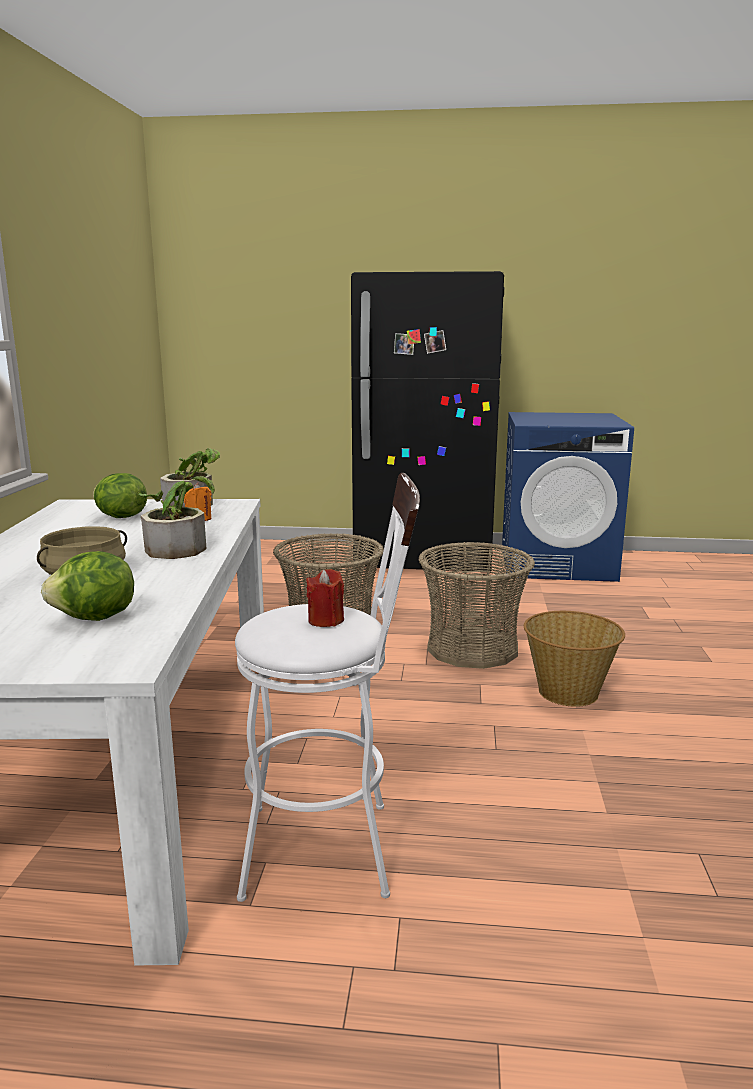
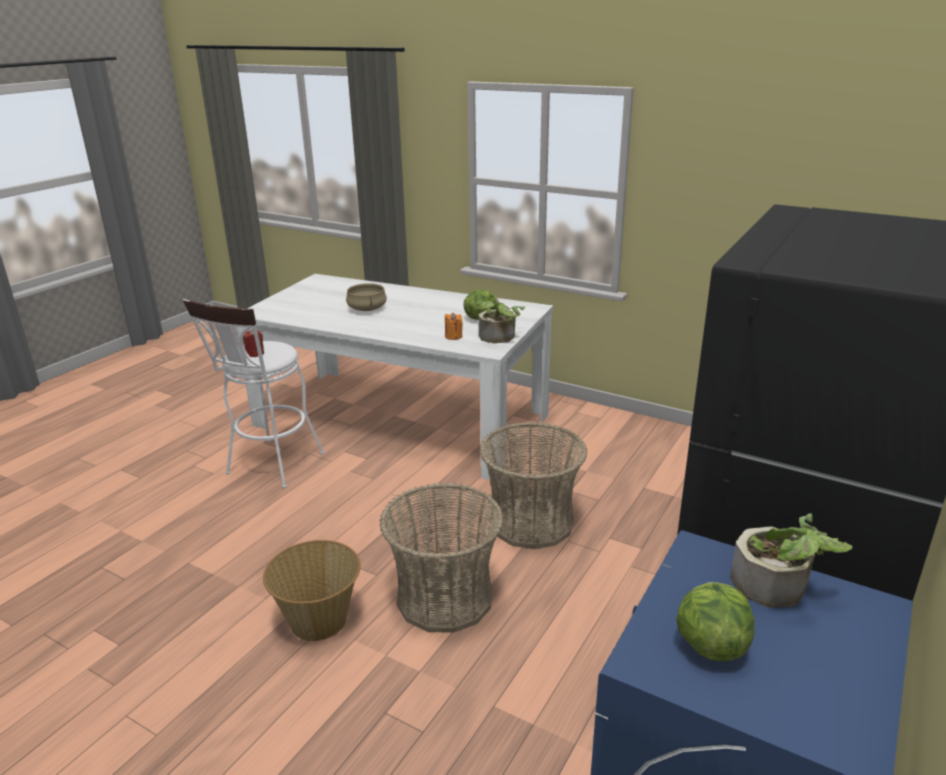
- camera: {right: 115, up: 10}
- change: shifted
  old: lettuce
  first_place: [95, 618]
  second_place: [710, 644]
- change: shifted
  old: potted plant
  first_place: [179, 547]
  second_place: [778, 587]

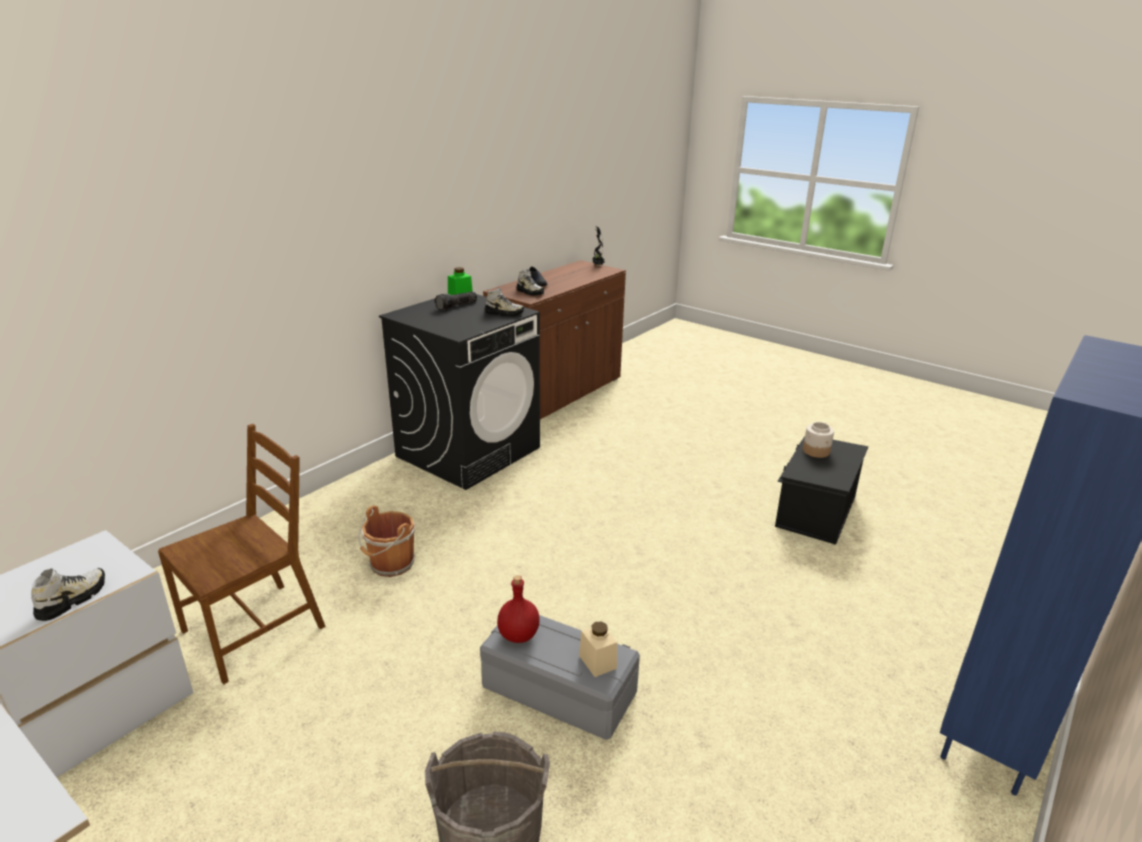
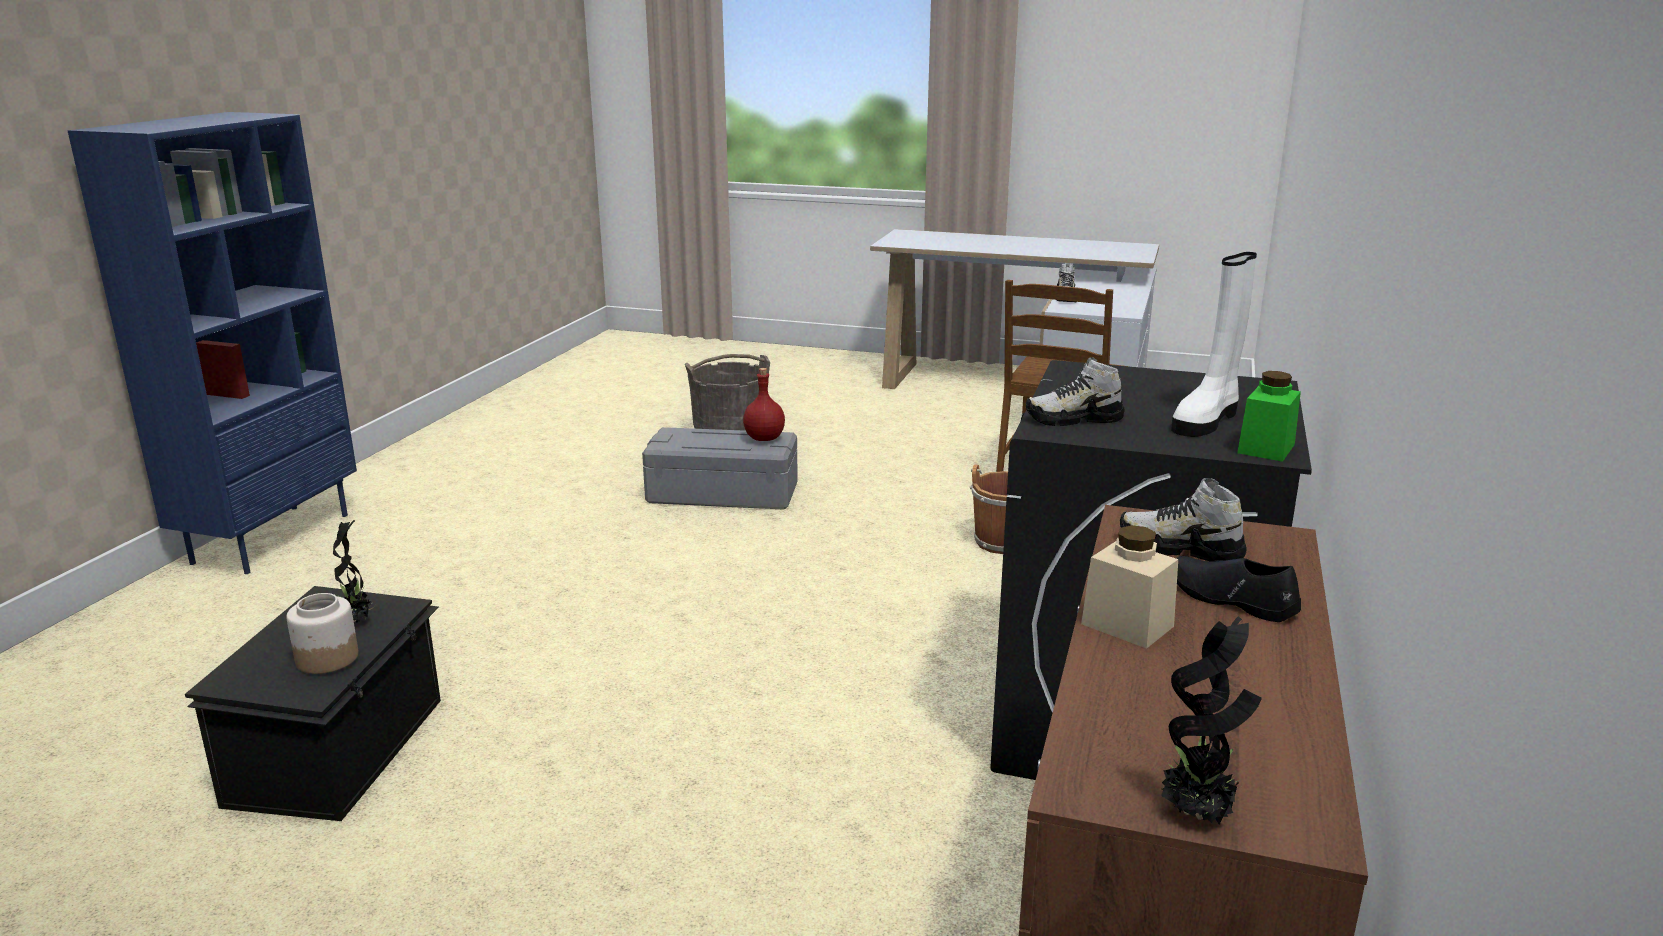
- camera: {right: 160, up: -5}
- change: swapped
  old: flashlight
  new: whitish high-top boot
  first_place: [457, 306]
  second_place: [1206, 420]
- change: shifted
  old: beige storage jar
  first_place: [597, 662]
  second_place: [1127, 625]
- change: new
  new: potted plant
  second_place: [356, 621]

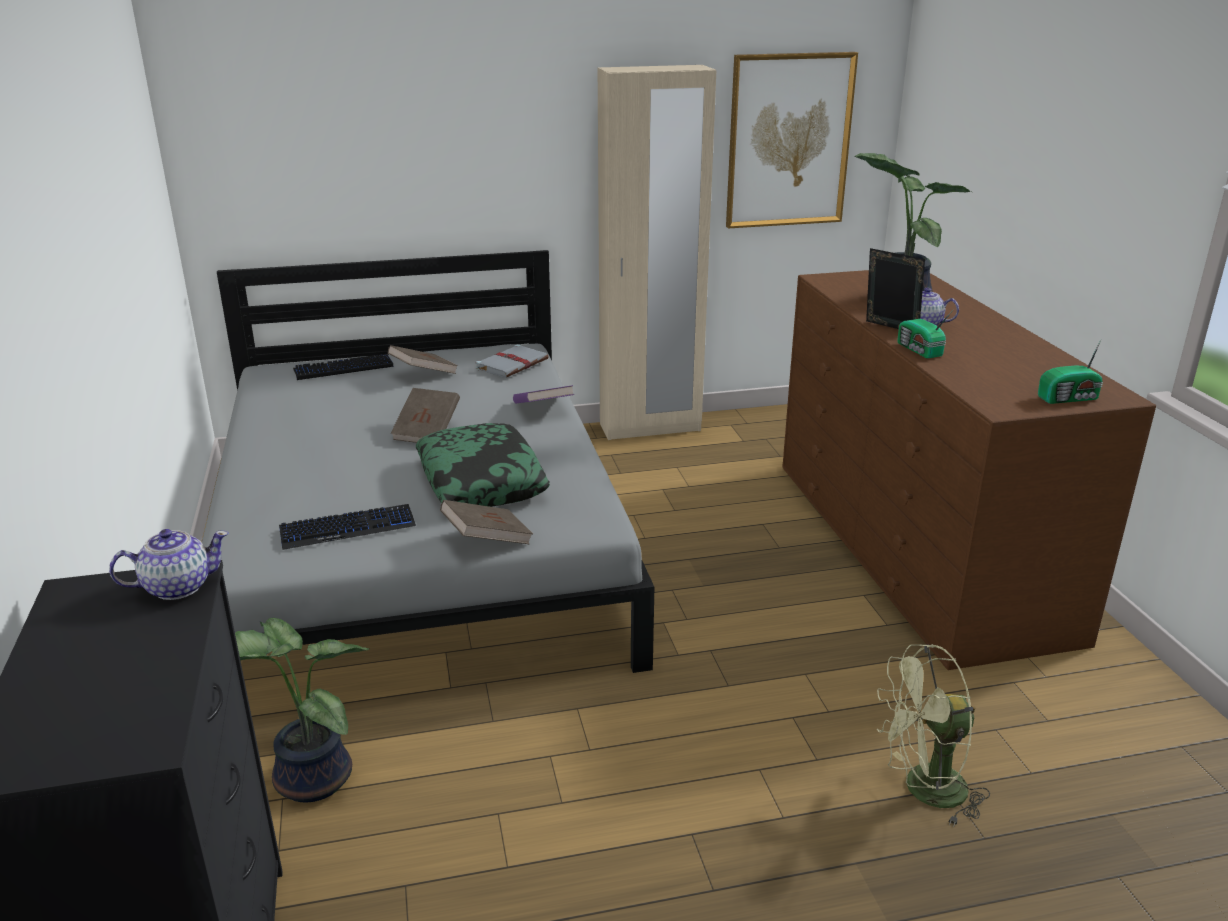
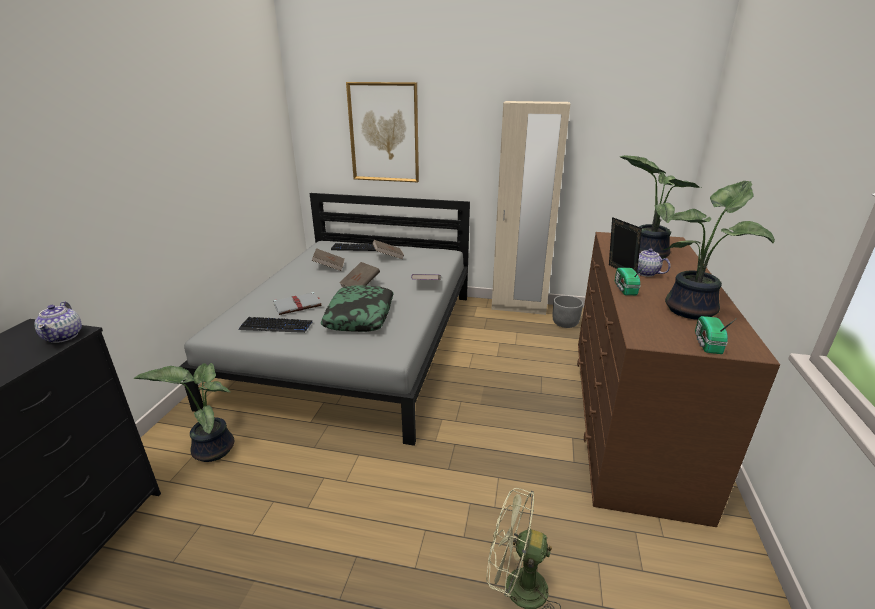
- camera: {right: 25, up: 0}
- change: rotated
  old: pot for tea
  first_place: [177, 587]
  second_place: [64, 336]
  degrees: 75
- change: shifted
  old: brown bound book
  first_place: [487, 539]
  second_place: [329, 267]
- change: shifted
  old: gray bound book
  first_place: [513, 364]
  second_place: [298, 305]
- change: shifted
  old: picture
  first_place: [788, 141]
  second_place: [384, 133]
- change: rotated
  old: radio set
  first_place: [1070, 398]
  second_place: [707, 343]
  degrees: 90
- change: new
  new: gray flower pot
  second_place: [565, 323]
- change: new
  new: potted plant
  second_place: [693, 310]

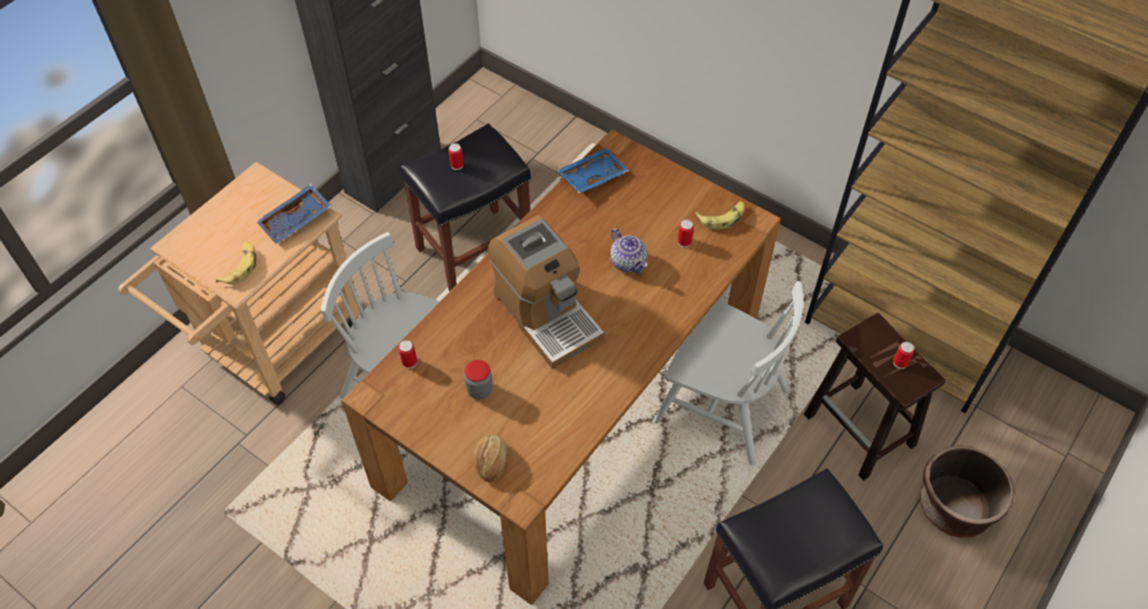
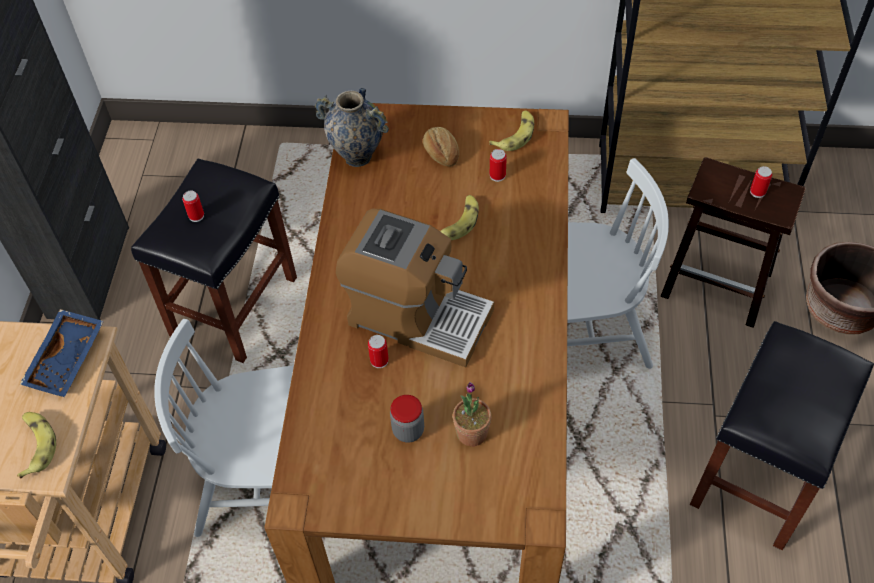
- camera: {right: -30, up: 0}
- change: shifted
  old: sealed can
  first_place: [409, 362]
  second_place: [379, 360]
- change: shifted
  old: bread
  first_place: [490, 462]
  second_place: [440, 153]
- change: swapped
  old: bluish serving tray
  new: vase
  first_place: [592, 176]
  second_place: [357, 156]
- change: swapped
  old: pot for tea
  new: banana fruit
  first_place: [628, 262]
  second_place: [458, 222]
- change: new
  new: potted plant
  second_place: [472, 432]

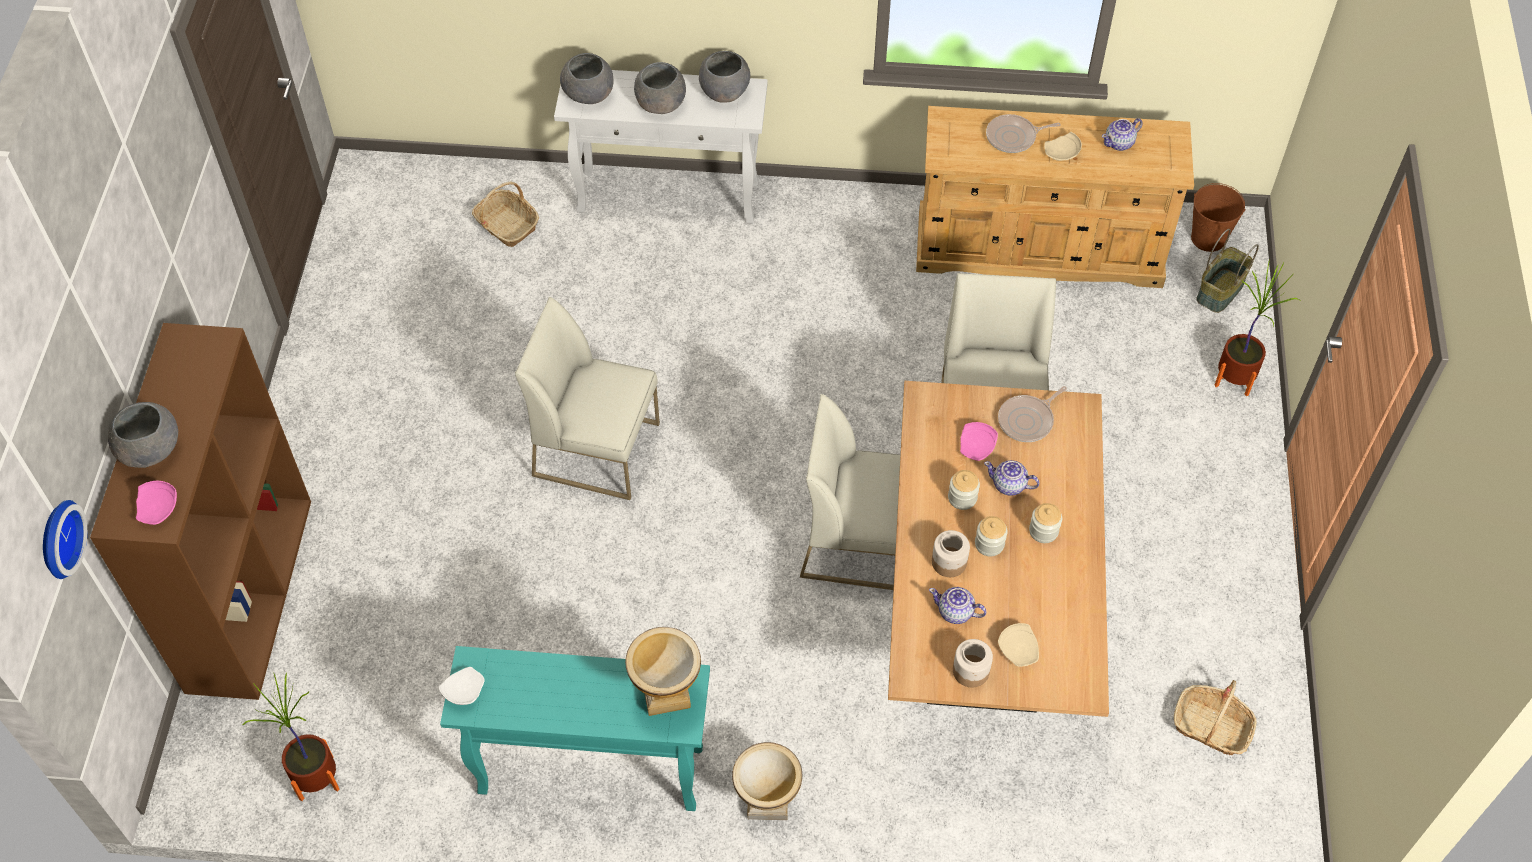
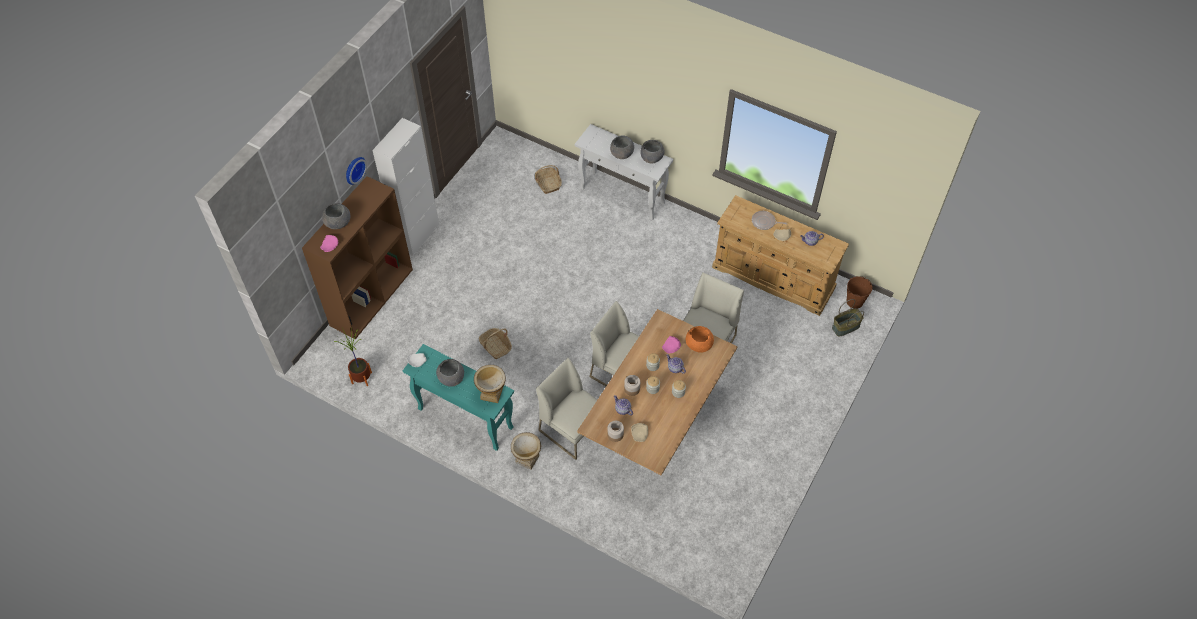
- camera: {right: 25, up: 0}
- change: shifted
  old: hanging clock
  first_place: [57, 538]
  second_place: [354, 169]
- change: shifted
  old: whitish chair
  first_place: [597, 449]
  second_place: [573, 429]
- change: shifted
  old: gray serving bowl
  first_place: [587, 93]
  second_place: [451, 378]
- change: swapped
  old: pan
  new: orange serving bowl
  first_place: [1028, 420]
  second_place: [699, 345]
- change: shifted
  old: basket
  first_place: [1211, 727]
  second_place: [496, 347]
- change: gone
  old: potted plant
  first_place: [1235, 378]
- change: new
  new: whitish storage cabinet
  second_place: [417, 236]

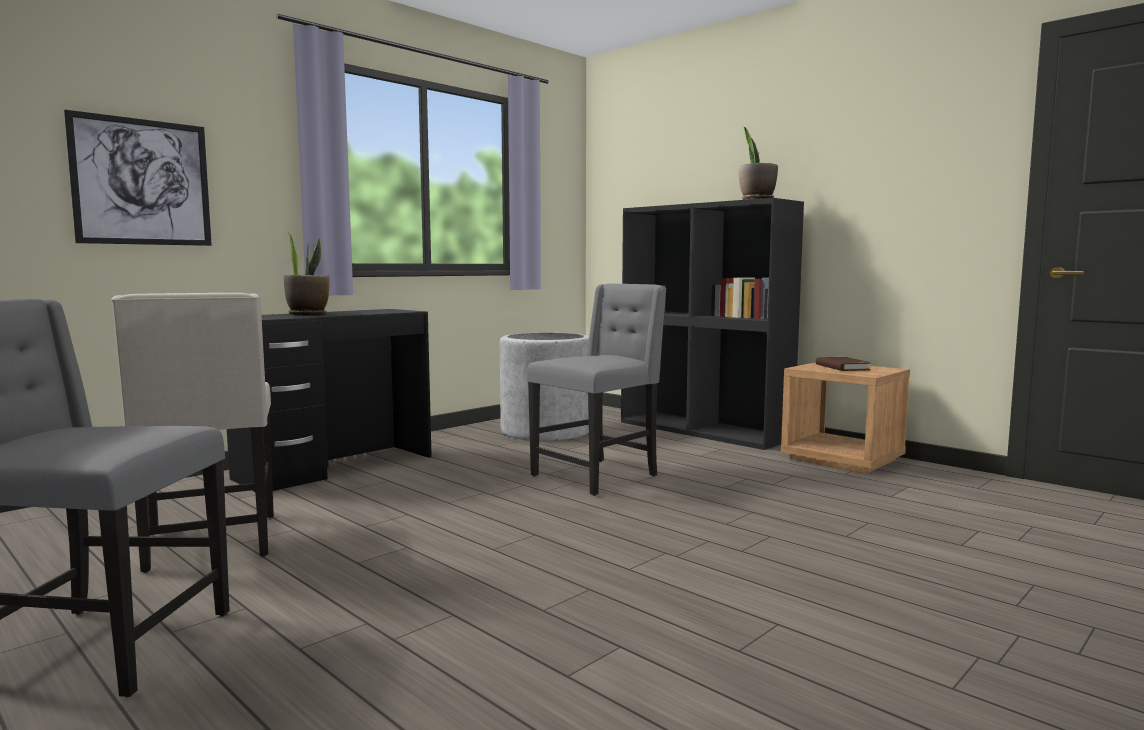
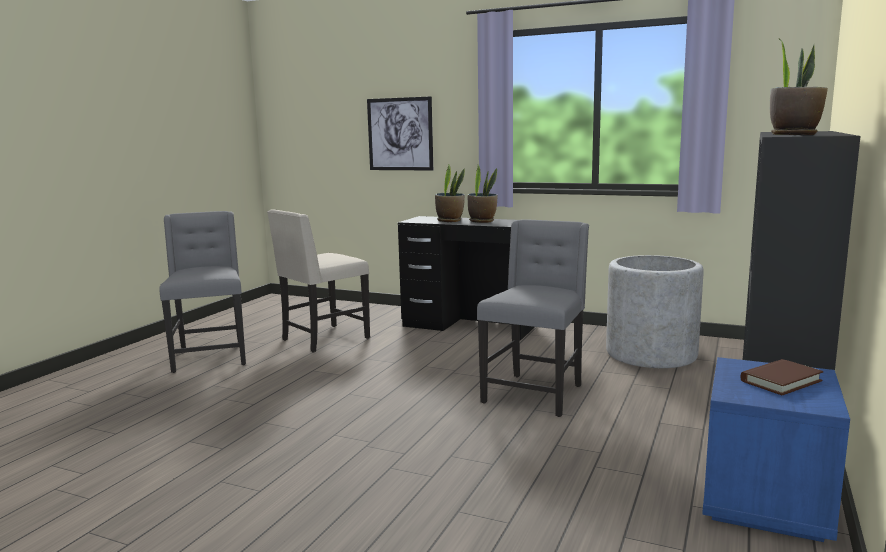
- camera: {right: 70, up: 5}
- change: rotated
  old: gray chair
  first_place: [597, 475]
  second_place: [534, 394]
  degrees: -90
- change: repainted
  old: brown nightstand
  new: bluish nightstand
  first_place: [843, 459]
  second_place: [765, 502]
- change: new
  new: potted plant
  second_place: [482, 221]

